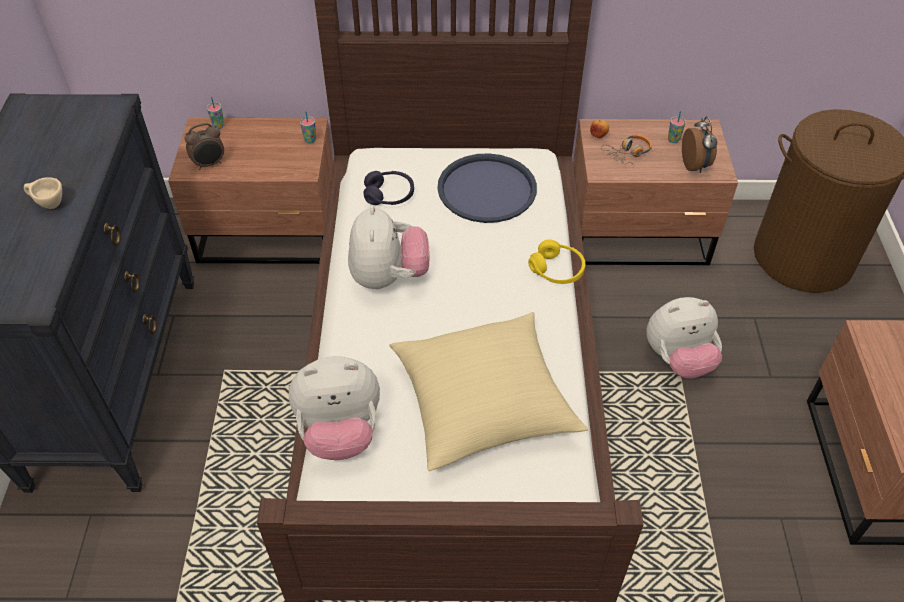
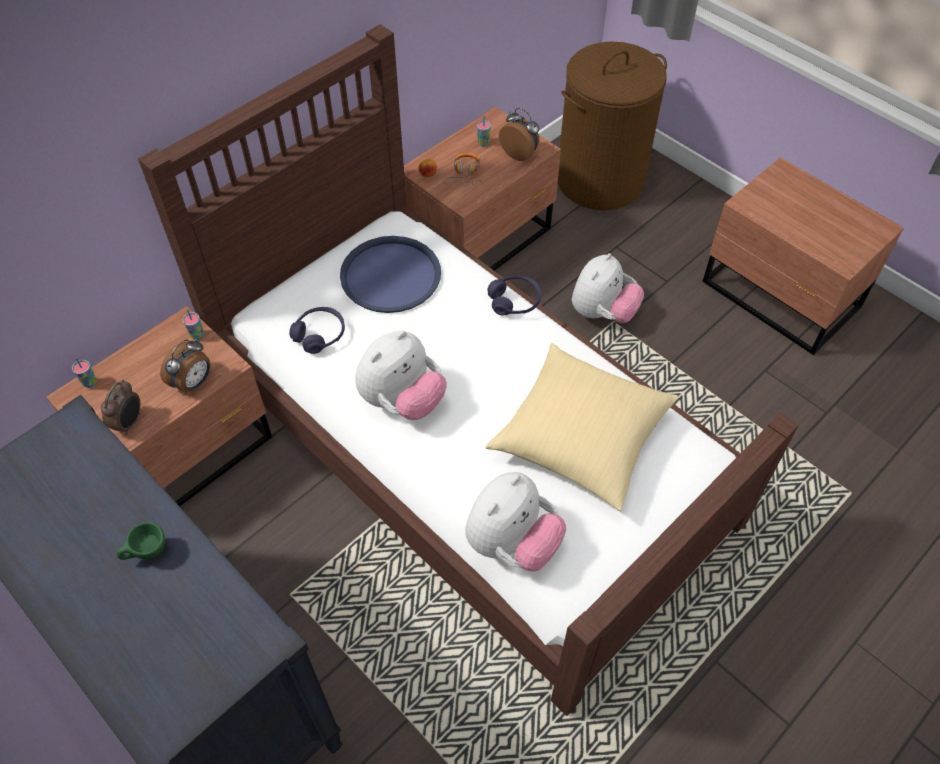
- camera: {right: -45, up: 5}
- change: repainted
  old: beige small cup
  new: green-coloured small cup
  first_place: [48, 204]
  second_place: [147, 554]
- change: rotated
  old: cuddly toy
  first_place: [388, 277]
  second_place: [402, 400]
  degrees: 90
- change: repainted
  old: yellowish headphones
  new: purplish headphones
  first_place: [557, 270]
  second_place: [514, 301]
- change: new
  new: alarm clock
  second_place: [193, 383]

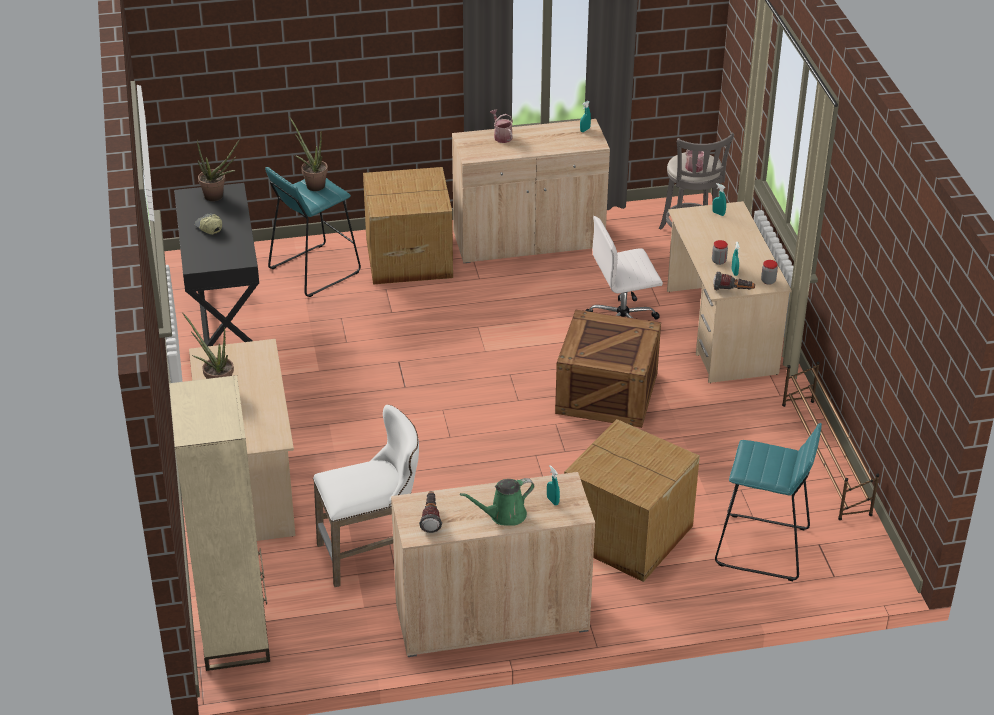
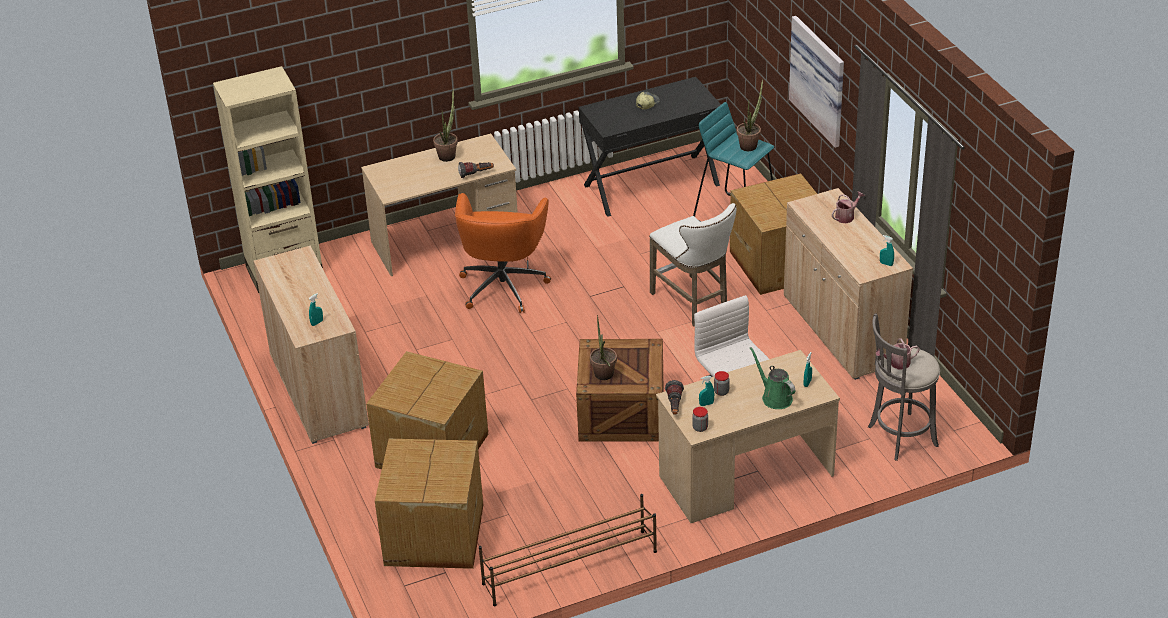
- camera: {right: 80, up: 0}
- change: shifted
  old: potted plant
  first_place: [218, 196]
  second_place: [604, 377]
- change: shifted
  old: whitish stool
  first_place: [373, 554]
  second_place: [693, 304]
- change: shifted
  old: flashlight
  first_place: [431, 517]
  second_place: [476, 174]
- change: shifted
  old: green-coloured sprinkling can
  first_place: [504, 515]
  second_place: [774, 397]
- change: swapped
  old: turquoise stool
  new: carton
  first_place: [763, 548]
  second_place: [432, 536]
- change: new
  new: orange desk chair
  second_place: [503, 285]
- change: new
  new: picture
  second_place: [820, 80]

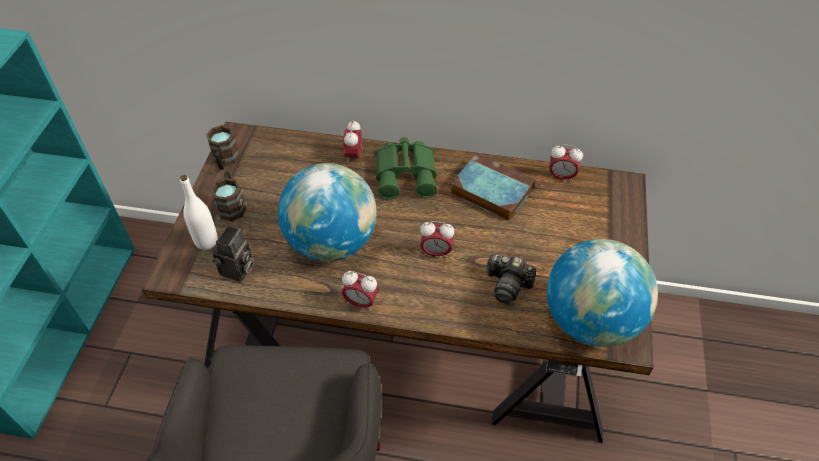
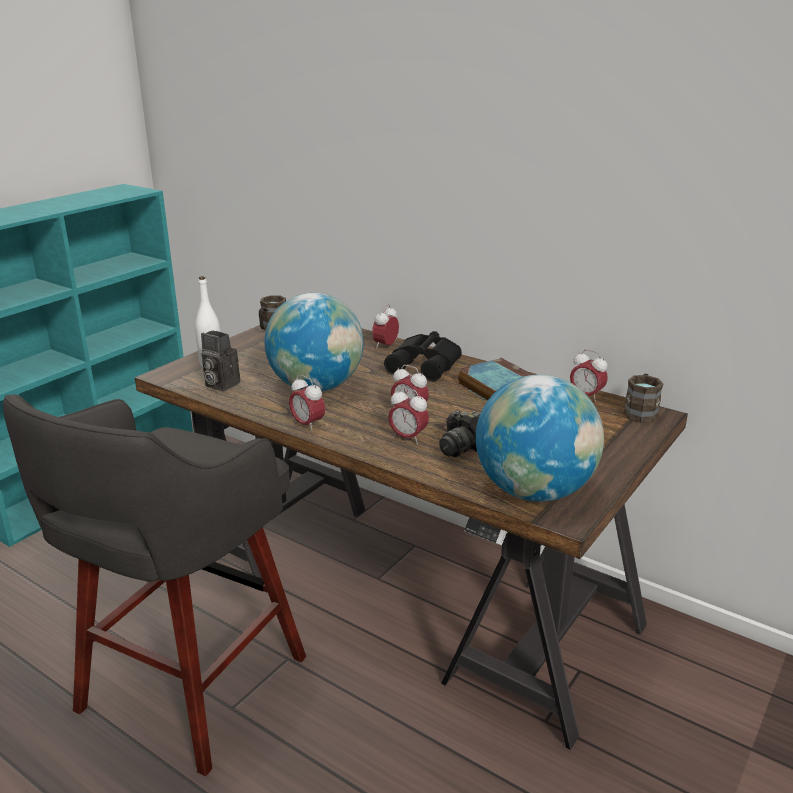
- camera: {right: 25, up: -25}
- change: shifted
  old: brown tea mug
  first_place: [231, 205]
  second_place: [641, 412]
- change: rotated
  old: still camera
  first_place: [238, 271]
  second_place: [219, 384]
  degrees: 75
- change: repainted
  old: green-coloured binoculars
  new: black binoculars
  first_place: [407, 174]
  second_place: [426, 365]
- change: new
  new: alarm clock
  second_place: [408, 438]

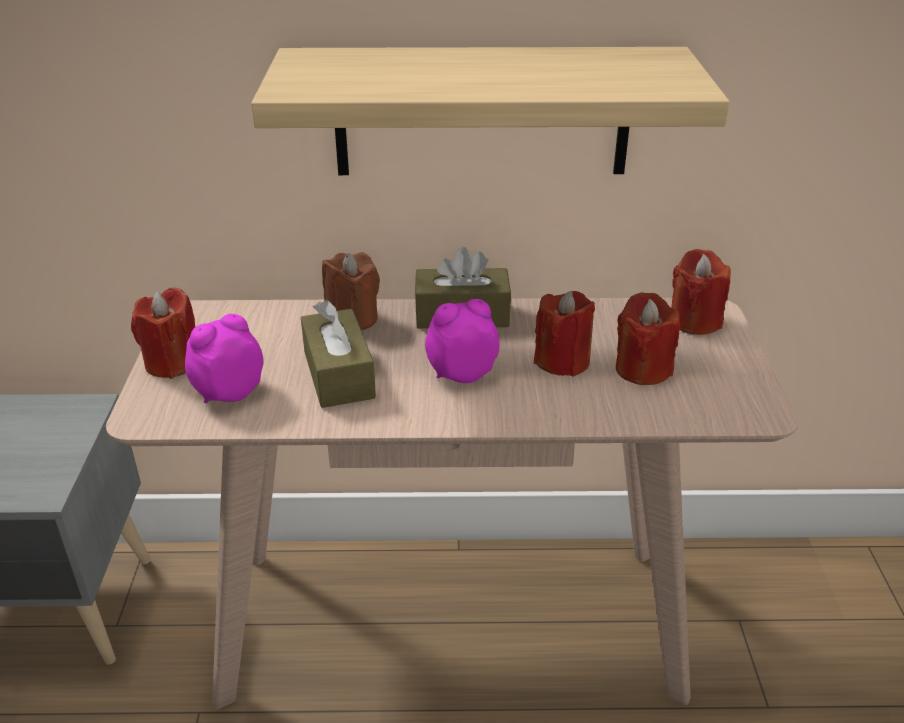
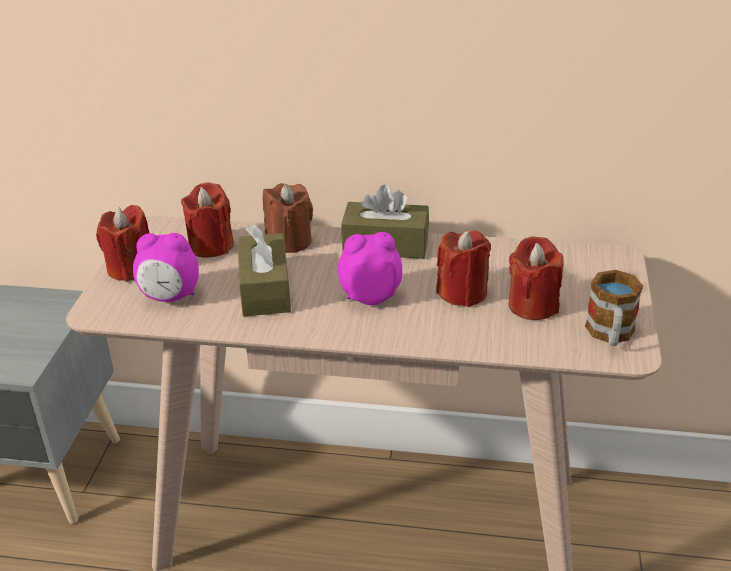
- camera: {right: 10, up: 0}
- change: rotated
  old: alarm clock
  first_place: [229, 392]
  second_place: [170, 297]
  degrees: -150
- change: gone
  old: shelf
  first_place: [482, 112]
- change: shifted
  old: red-coloured wax candle
  first_place: [694, 321]
  second_place: [211, 246]
- change: new
  new: tea mug
  second_place: [610, 335]

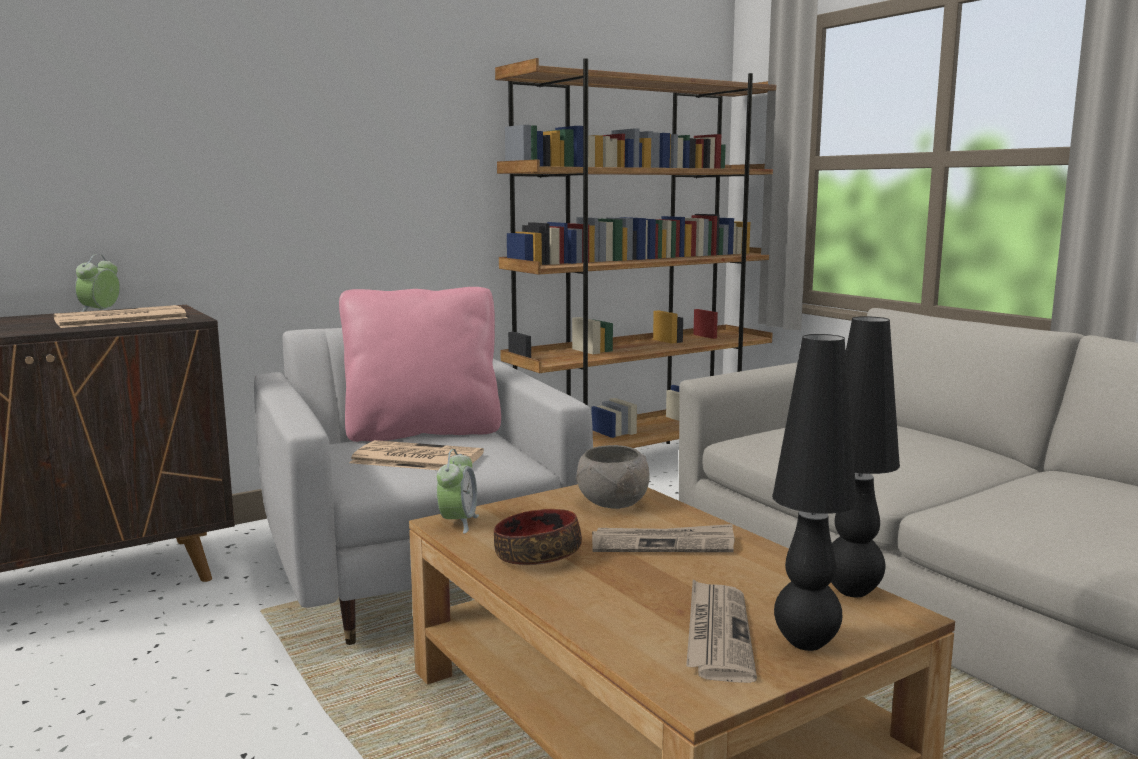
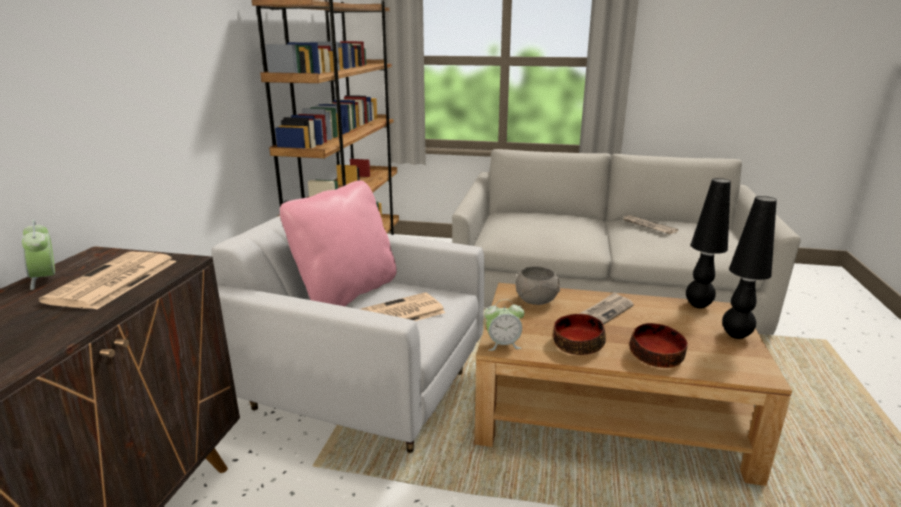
- camera: {right: -45, up: 10}
- change: rotated
  old: alarm clock
  first_place: [458, 523]
  second_place: [503, 344]
  degrees: 120
- change: shifted
  old: newspaper
  first_place: [717, 634]
  second_place: [647, 226]
- change: new
  new: serving bowl
  second_place: [655, 356]

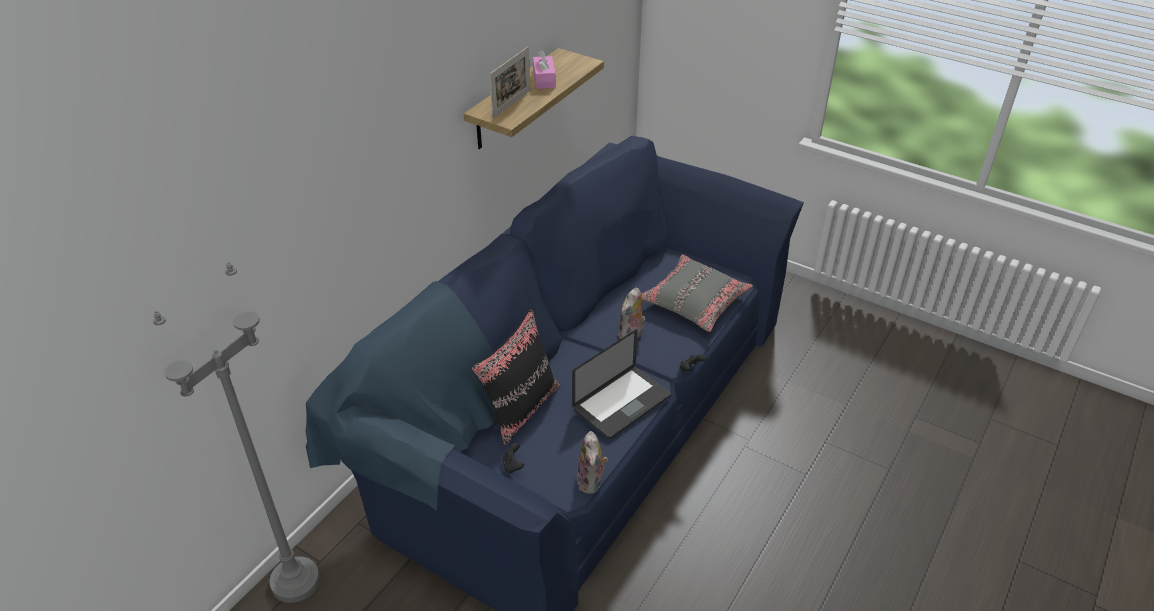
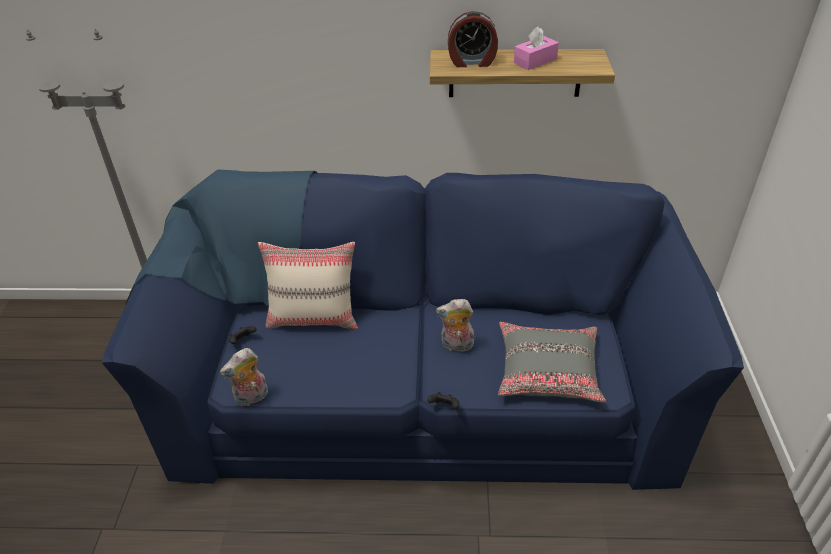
- camera: {right: 60, up: 0}
- change: repainted
  old: black pillow
  new: beige pillow
  first_place: [520, 408]
  second_place: [314, 318]
- change: swapped
  old: photo frame
  new: alarm clock
  first_place: [511, 104]
  second_place: [472, 62]
- change: gone
  old: portable computer
  first_place: [622, 403]

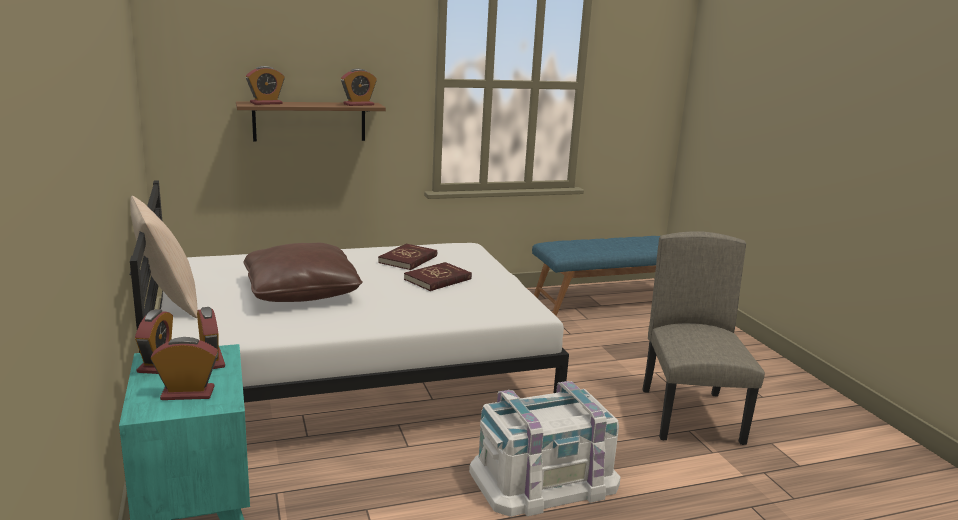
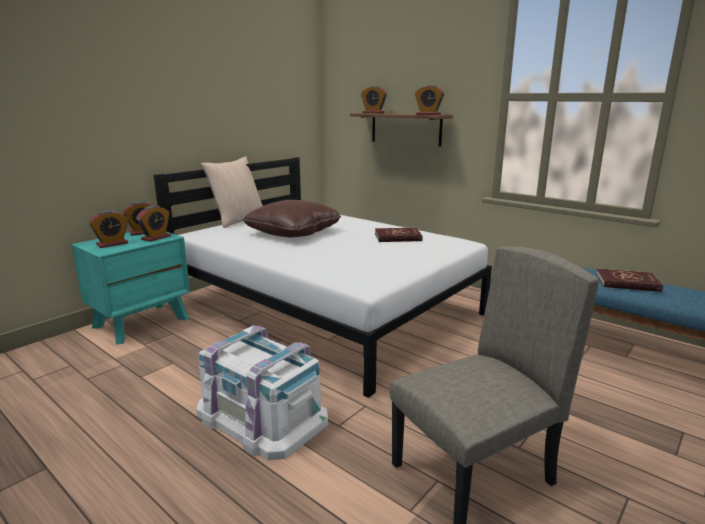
- camera: {right: 60, up: 0}
- change: rotated
  old: alarm clock
  first_place: [188, 393]
  second_place: [112, 244]
  degrees: 90
- change: shifted
  old: red-coloured bound book
  first_place: [438, 279]
  second_place: [627, 283]

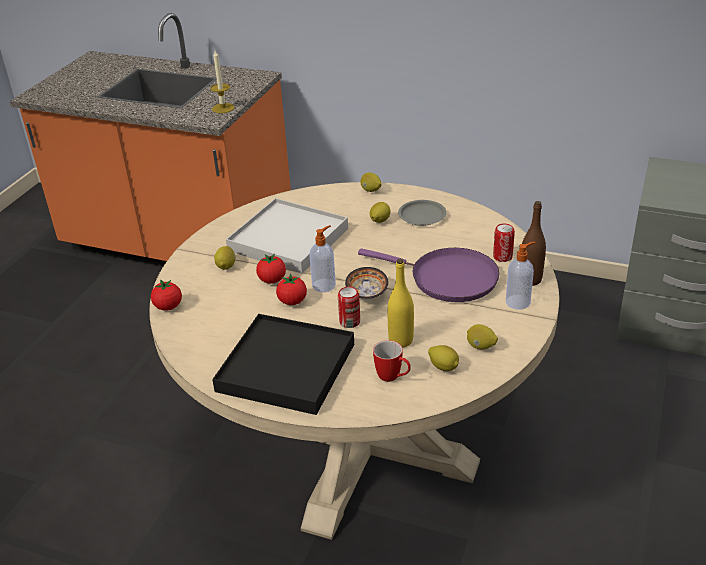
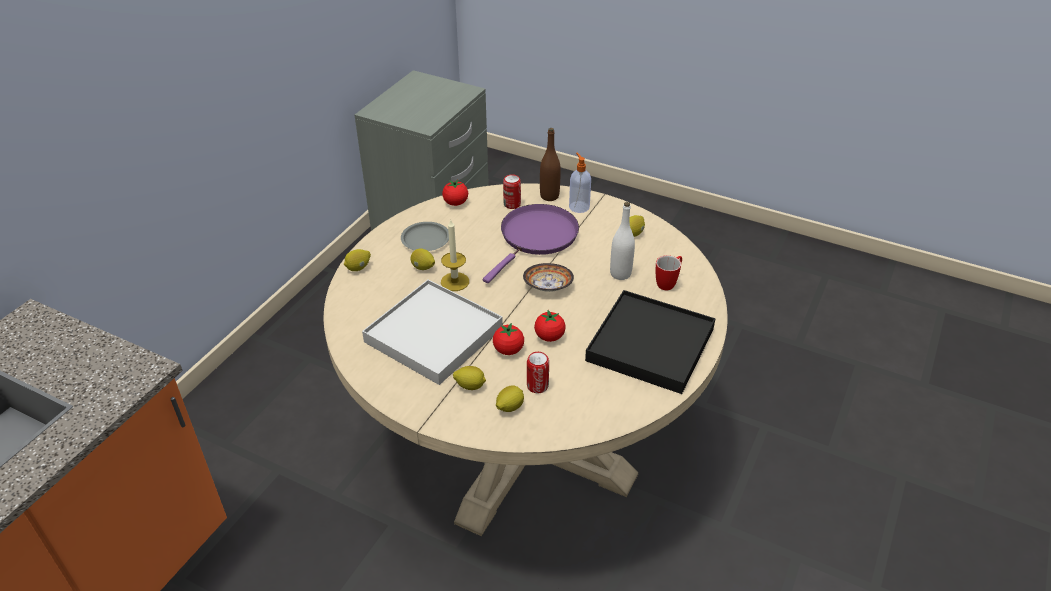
- camera: {right: -85, up: 5}
- change: shifted
  old: tomato
  first_place: [168, 307]
  second_place: [455, 203]
- change: shifted
  old: wax candle
  first_place: [223, 108]
  second_place: [455, 281]
- change: gone
  old: soap dispenser
  first_place: [324, 285]
- change: shifted
  old: sealed can
  first_place: [349, 322]
  second_place: [537, 386]
- change: repainted
  old: yellowish beverage bottle
  new: whitish beverage bottle
  first_place: [401, 340]
  second_place: [620, 274]
- change: shifted
  old: citrus fruit
  first_place: [444, 367]
  second_place: [509, 407]

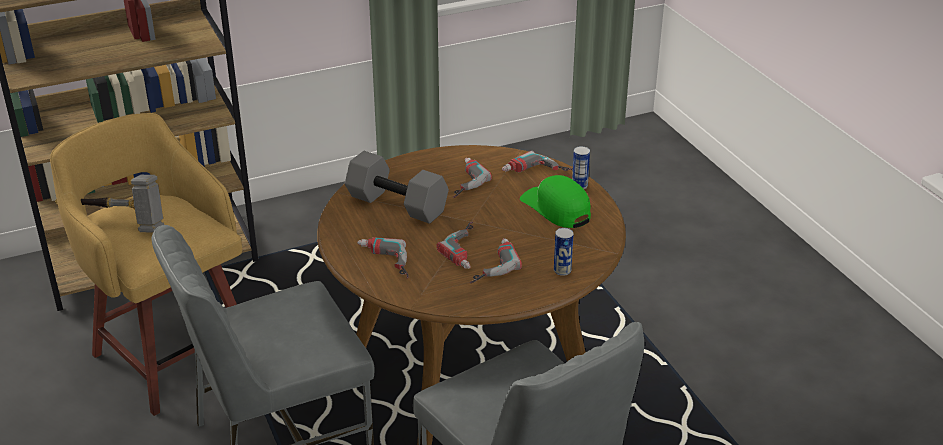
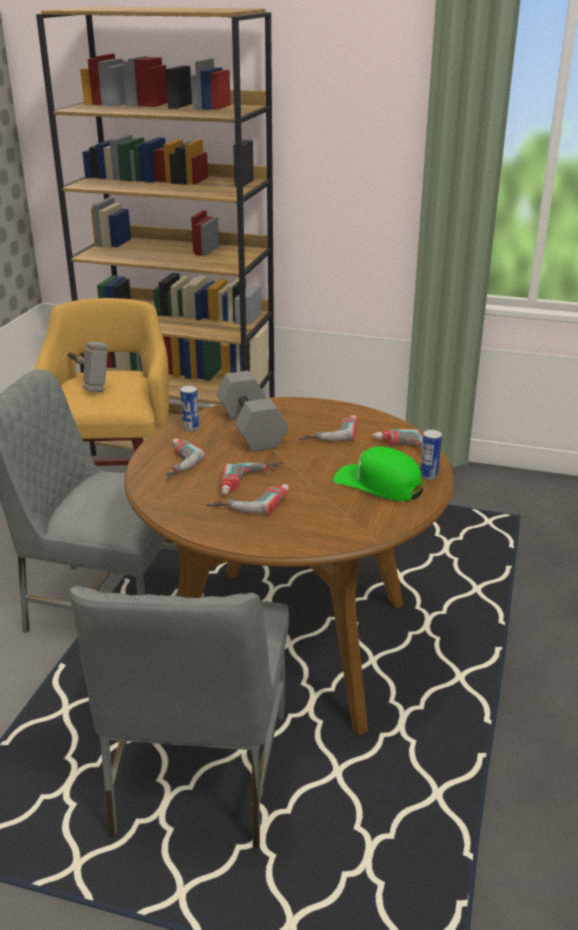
- camera: {right: 40, up: -5}
- change: rotated
  old: green-coloured cap
  first_place: [556, 208]
  second_place: [378, 484]
  degrees: -60
- change: shifted
  old: sealed can
  first_place: [562, 270]
  second_place: [191, 428]

